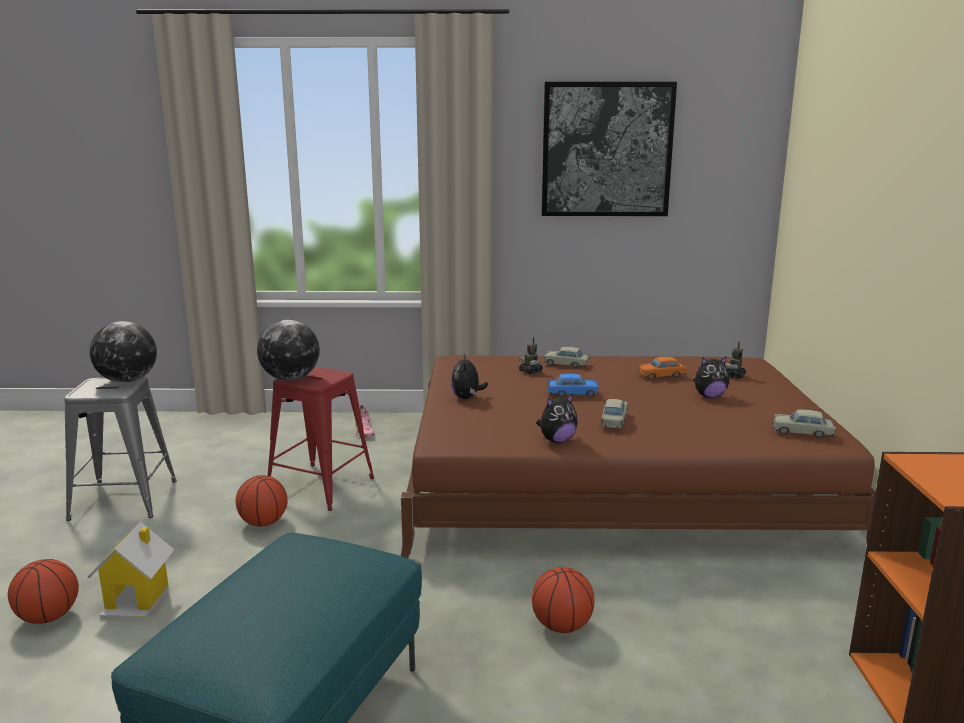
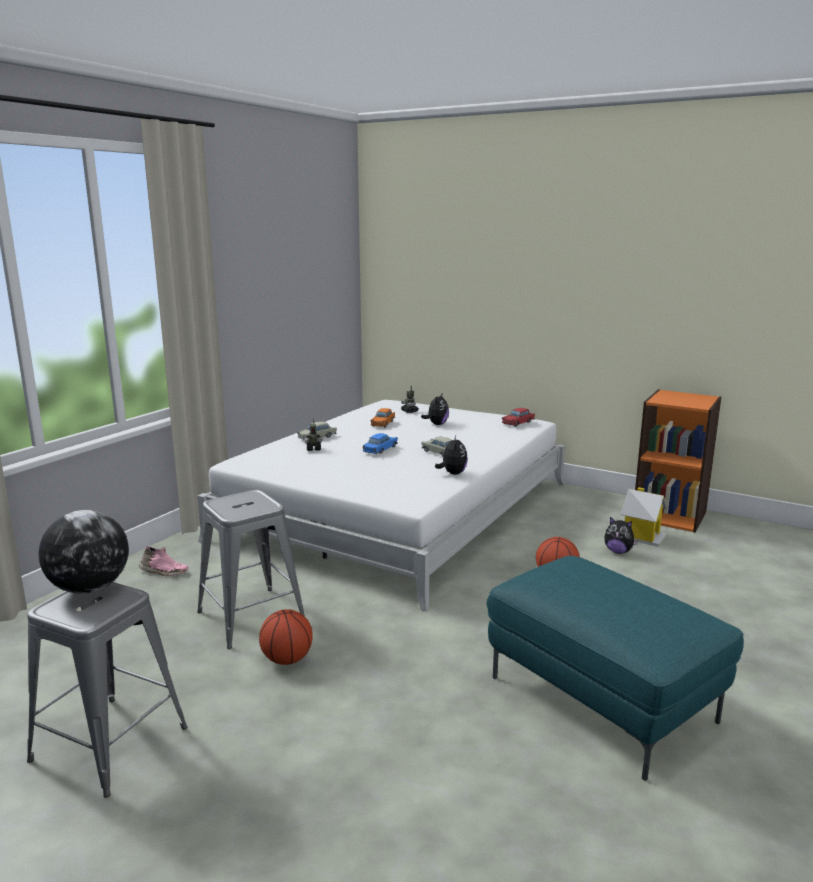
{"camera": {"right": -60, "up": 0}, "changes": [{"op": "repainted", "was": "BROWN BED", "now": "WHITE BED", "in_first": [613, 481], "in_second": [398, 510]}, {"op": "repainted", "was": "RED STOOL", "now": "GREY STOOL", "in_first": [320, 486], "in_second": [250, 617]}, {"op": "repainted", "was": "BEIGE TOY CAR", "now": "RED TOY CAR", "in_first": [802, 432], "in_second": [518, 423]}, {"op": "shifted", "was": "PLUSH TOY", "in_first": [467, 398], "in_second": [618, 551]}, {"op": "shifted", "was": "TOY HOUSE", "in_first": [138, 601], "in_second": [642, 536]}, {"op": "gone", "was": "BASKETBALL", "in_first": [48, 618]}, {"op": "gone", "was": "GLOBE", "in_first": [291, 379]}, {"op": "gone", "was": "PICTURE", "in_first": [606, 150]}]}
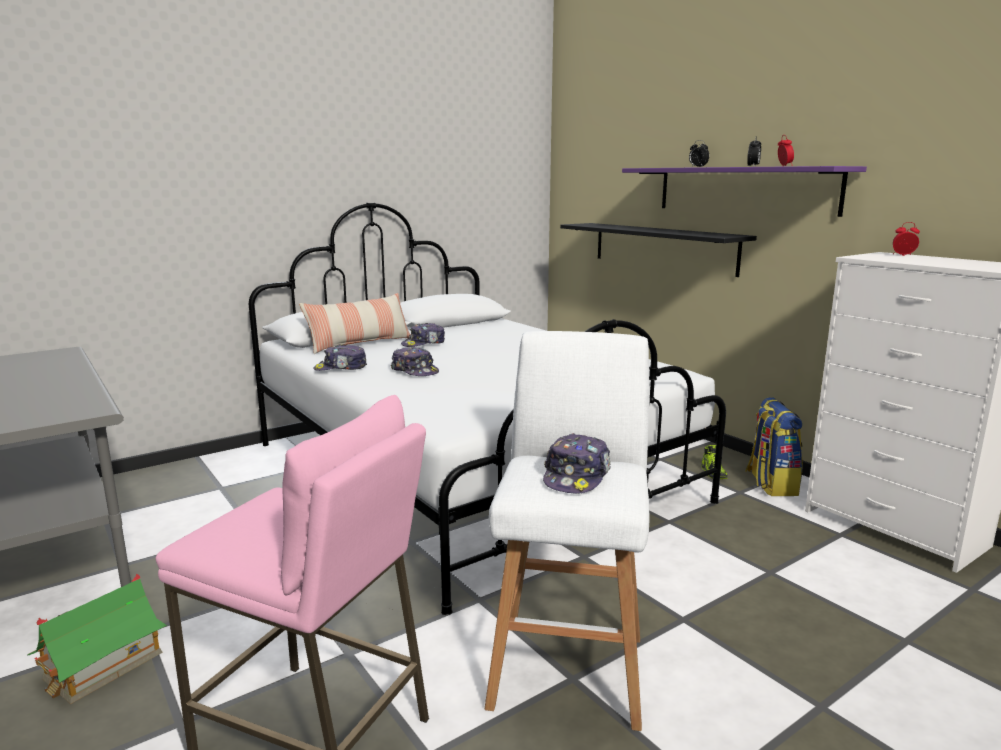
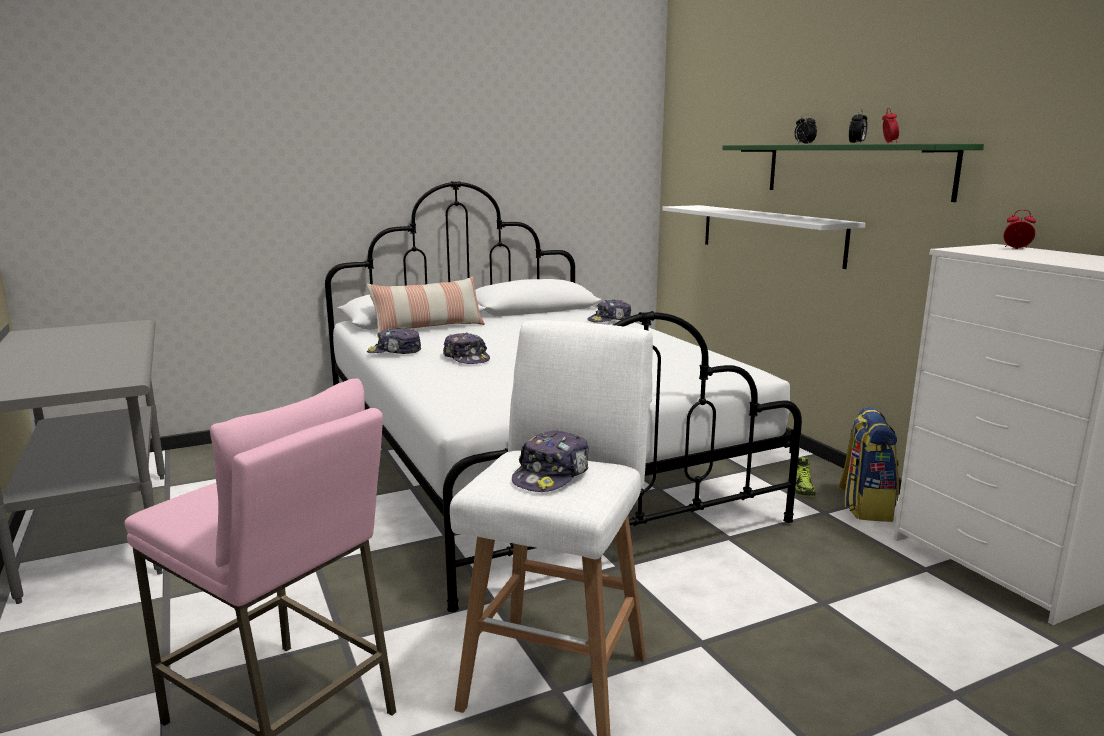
{"camera": {"right": 10, "up": 0}, "changes": [{"op": "shifted", "was": "CAP", "in_first": [424, 344], "in_second": [610, 320]}, {"op": "repainted", "was": "BLACK SHELF", "now": "WHITE SHELF", "in_first": [662, 247], "in_second": [769, 234]}, {"op": "repainted", "was": "PURPLE SHELF", "now": "GREEN SHELF", "in_first": [744, 190], "in_second": [853, 170]}, {"op": "gone", "was": "TOY HOUSE", "in_first": [103, 665]}]}
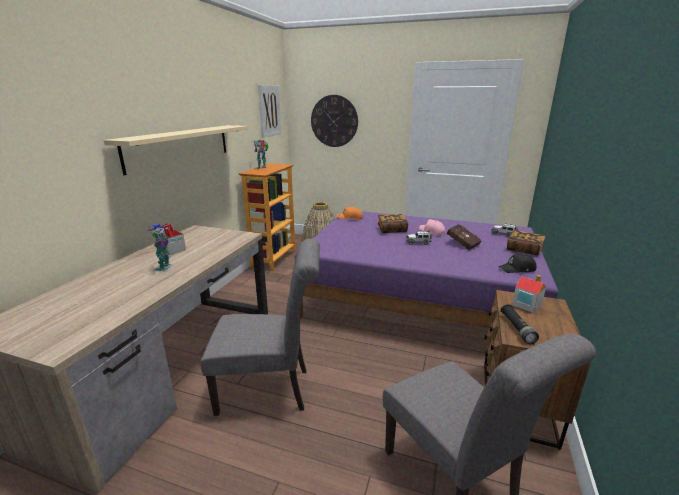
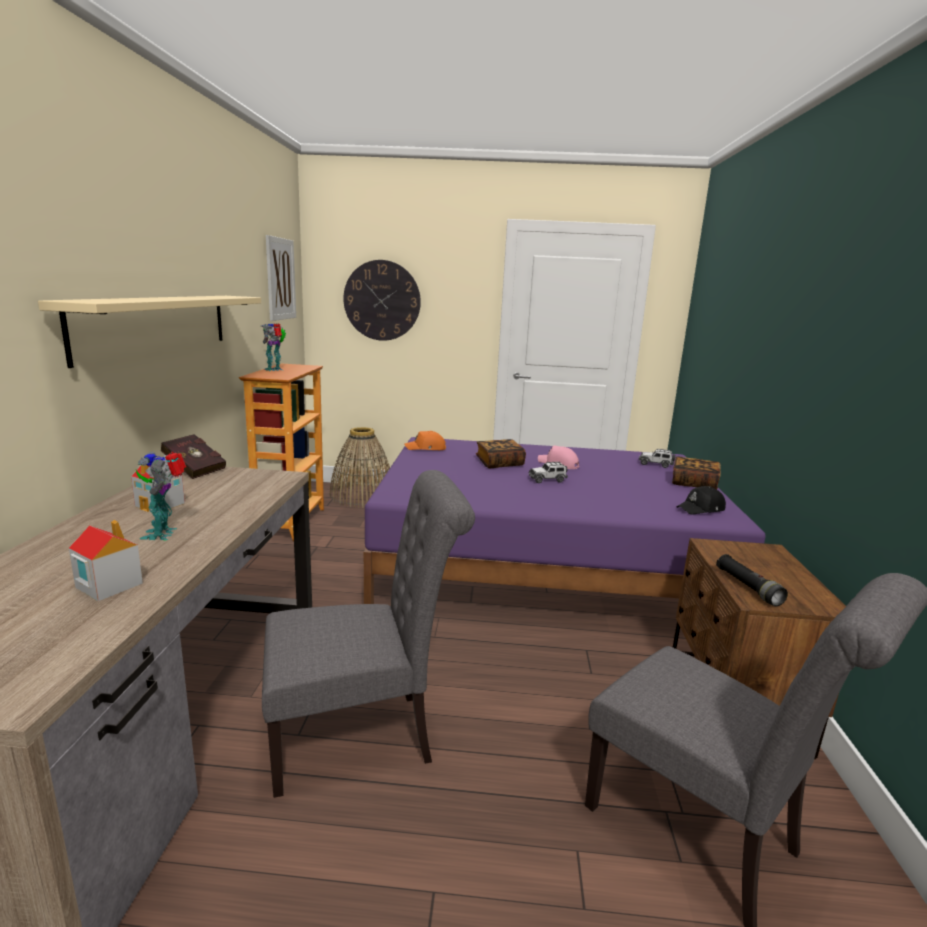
{"camera": {"right": -15, "up": -5}, "changes": [{"op": "shifted", "was": "TOY HOUSE", "in_first": [526, 305], "in_second": [108, 585]}, {"op": "shifted", "was": "RED BOOK", "in_first": [461, 244], "in_second": [194, 469]}]}
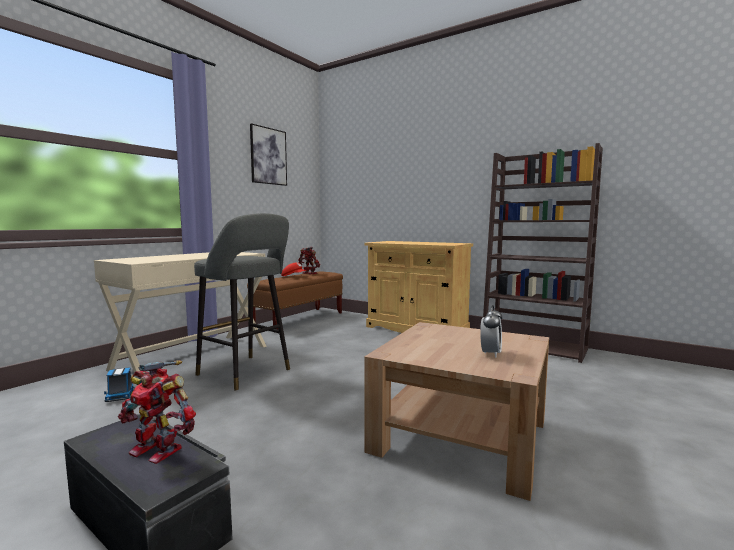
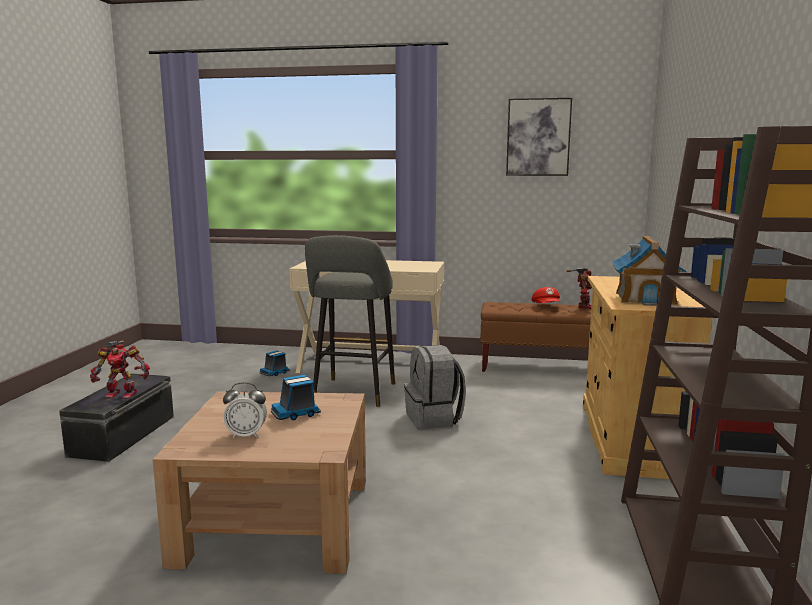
{"camera": {"right": 65, "up": 5}, "changes": [{"op": "rotated", "was": "TOY ROBOT", "in_first": [159, 449], "in_second": [122, 394], "clockwise": -90}, {"op": "new", "now": "TOY TRUCK", "in_second": [296, 413]}, {"op": "new", "now": "GREY BACKPACK", "in_second": [434, 419]}, {"op": "new", "now": "TOY HOUSE", "in_second": [645, 298]}]}
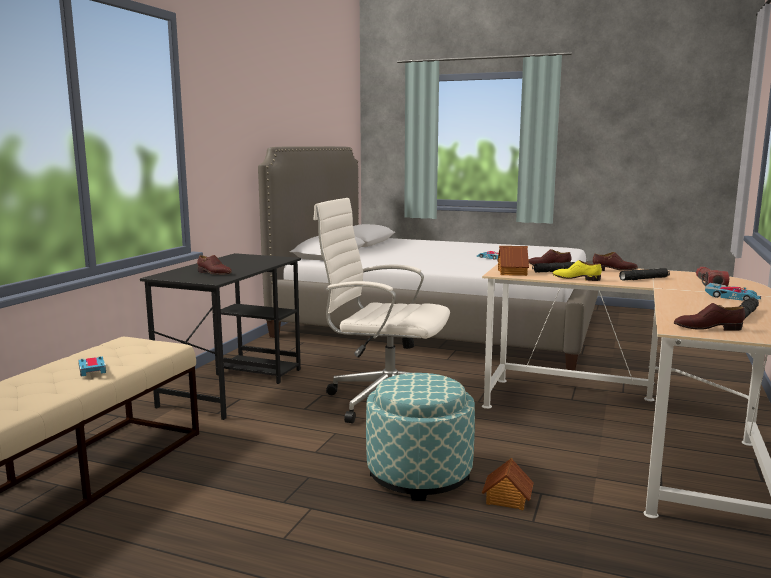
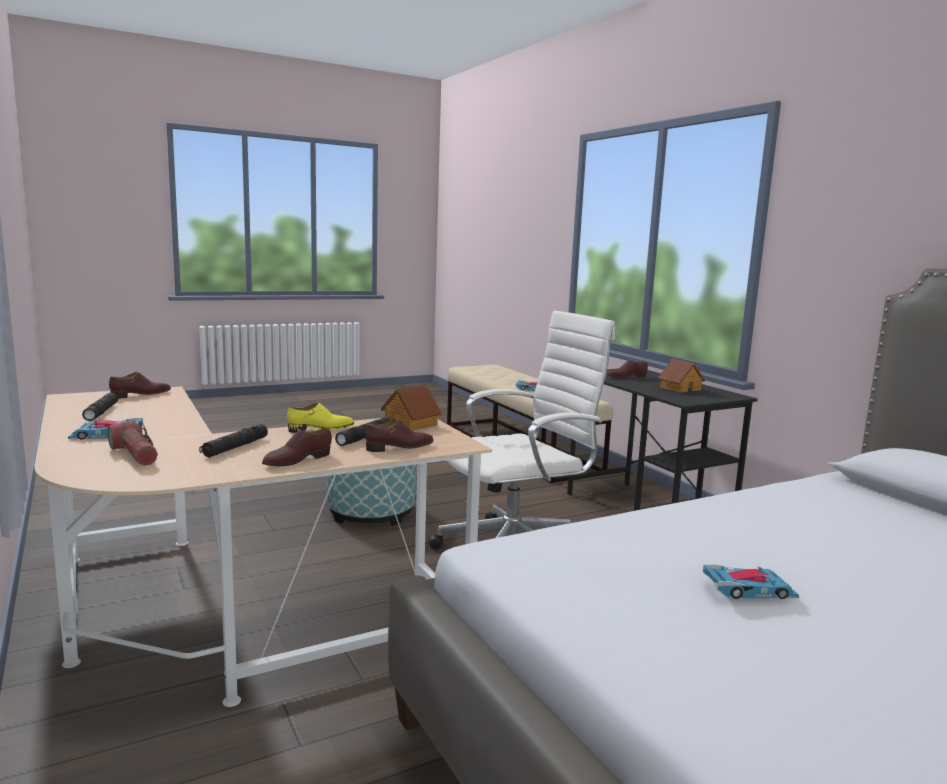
{"camera": {"right": 130, "up": 0}, "changes": [{"op": "shifted", "was": "TOY HOUSE", "in_first": [506, 499], "in_second": [680, 388]}]}
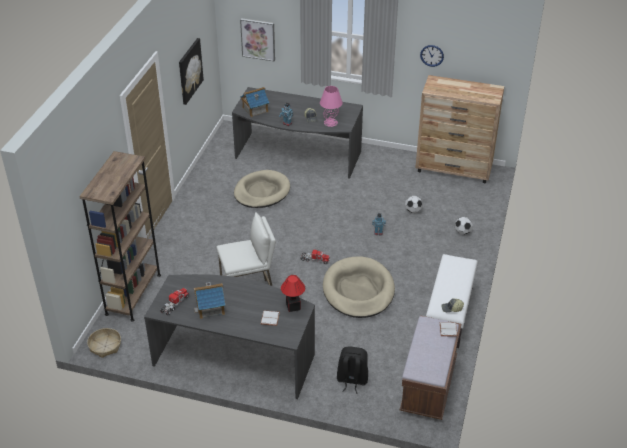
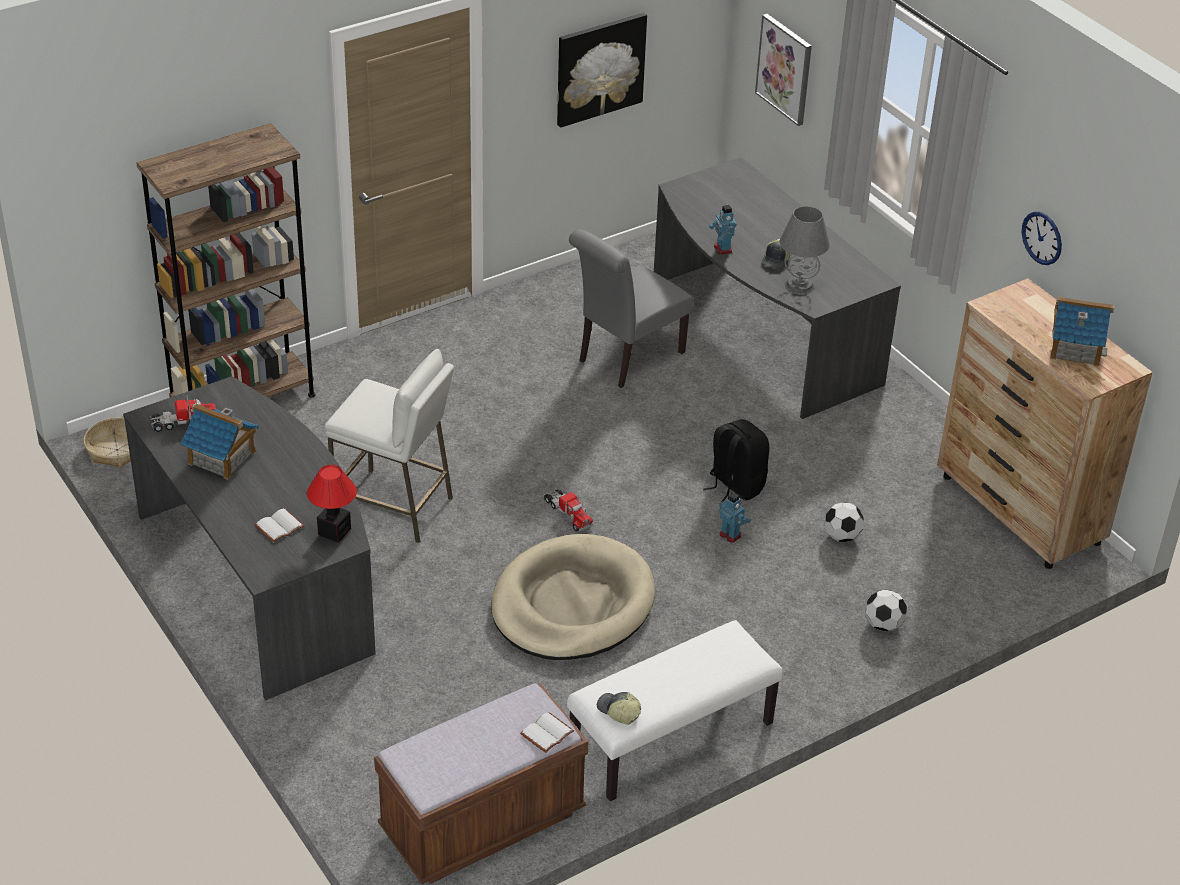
{"camera": {"right": 40, "up": 0}, "changes": [{"op": "swapped", "was": "BEIGE DOG BED", "now": "GREY CHAIR", "in_first": [262, 192], "in_second": [626, 358]}, {"op": "shifted", "was": "BLACK BACKPACK", "in_first": [351, 380], "in_second": [735, 486]}, {"op": "repainted", "was": "PINK TABLE LAMP", "now": "GREY TABLE LAMP", "in_first": [330, 122], "in_second": [800, 285]}, {"op": "shifted", "was": "TOY HOUSE", "in_first": [255, 109], "in_second": [1074, 348]}]}
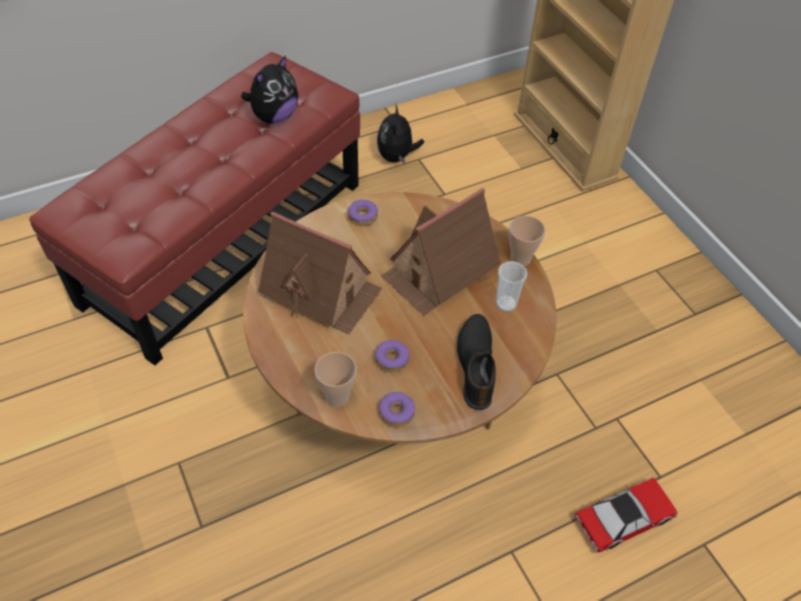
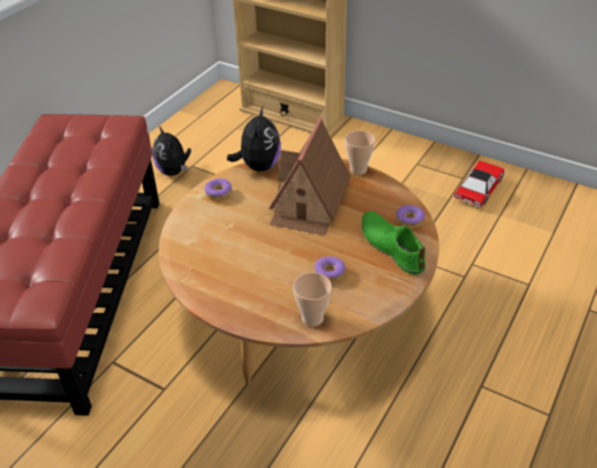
{"camera": {"right": -30, "up": -10}, "changes": [{"op": "shifted", "was": "PLUSH TOY", "in_first": [274, 116], "in_second": [258, 166]}, {"op": "repainted", "was": "BLACK SHOE", "now": "GREEN SHOE", "in_first": [477, 364], "in_second": [392, 247]}, {"op": "shifted", "was": "DONUT", "in_first": [396, 412], "in_second": [409, 221]}, {"op": "shifted", "was": "TOY CAR", "in_first": [624, 518], "in_second": [478, 189]}, {"op": "gone", "was": "TOY HOUSE", "in_first": [321, 291]}, {"op": "gone", "was": "CUP", "in_first": [506, 303]}]}
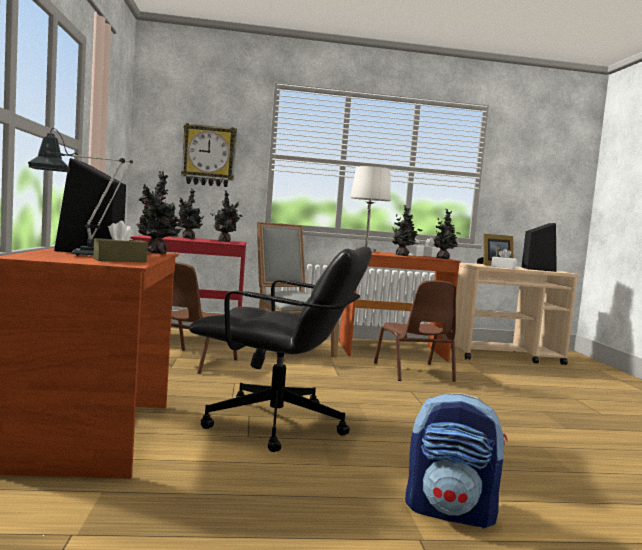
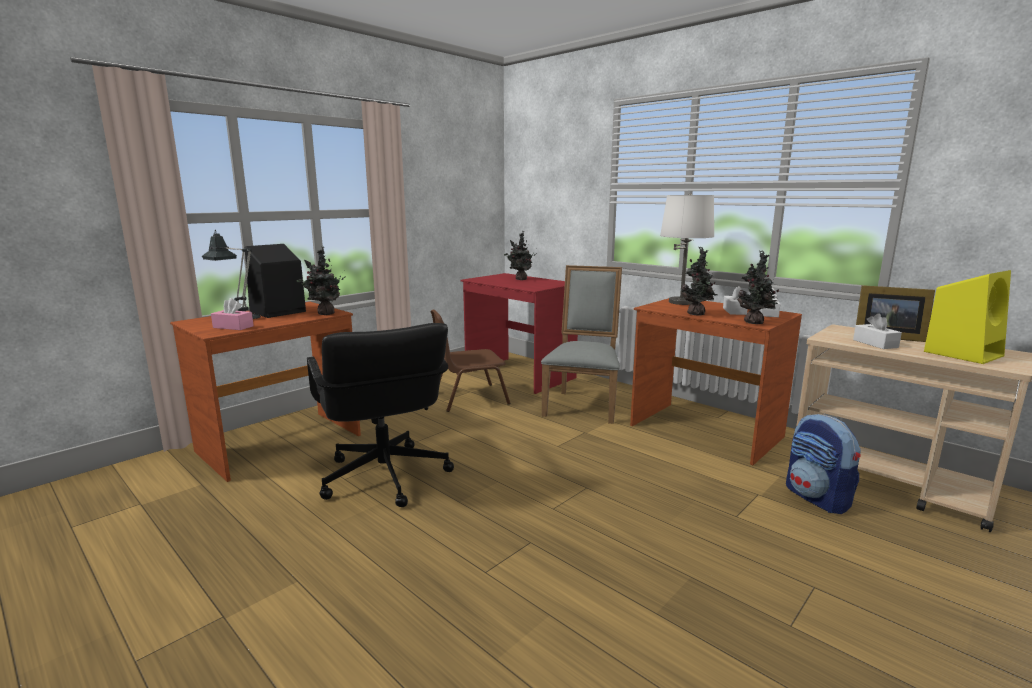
{"camera": {"right": 50, "up": 10}, "changes": [{"op": "repainted", "was": "BROWN TISSUE BOX", "now": "PINK TISSUE BOX", "in_first": [120, 260], "in_second": [233, 327]}, {"op": "shifted", "was": "BACKPACK", "in_first": [451, 512], "in_second": [817, 498]}, {"op": "repainted", "was": "BLACK SPEAKER", "now": "YELLOW SPEAKER", "in_first": [537, 269], "in_second": [963, 353]}, {"op": "gone", "was": "WALL CLOCK", "in_first": [209, 156]}, {"op": "gone", "was": "POTTED PLANT", "in_first": [224, 241]}, {"op": "gone", "was": "BROWN CHAIR", "in_first": [414, 372]}]}
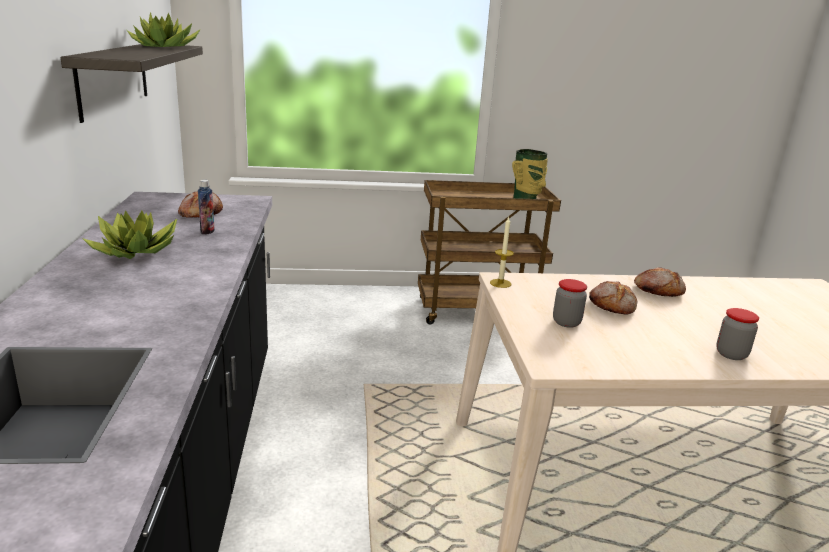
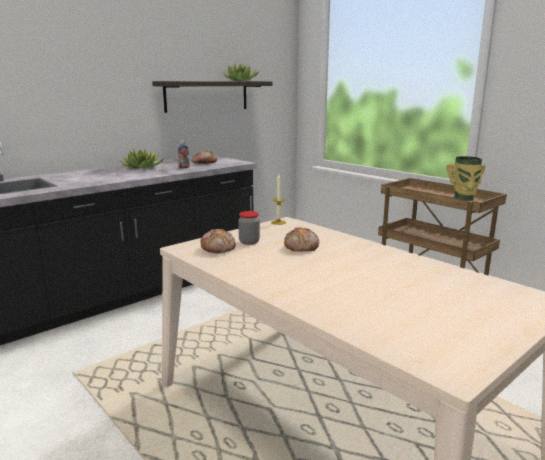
{"camera": {"right": 55, "up": -5}, "changes": [{"op": "shifted", "was": "BREAD", "in_first": [657, 290], "in_second": [218, 248]}, {"op": "gone", "was": "JAR", "in_first": [731, 354]}]}
